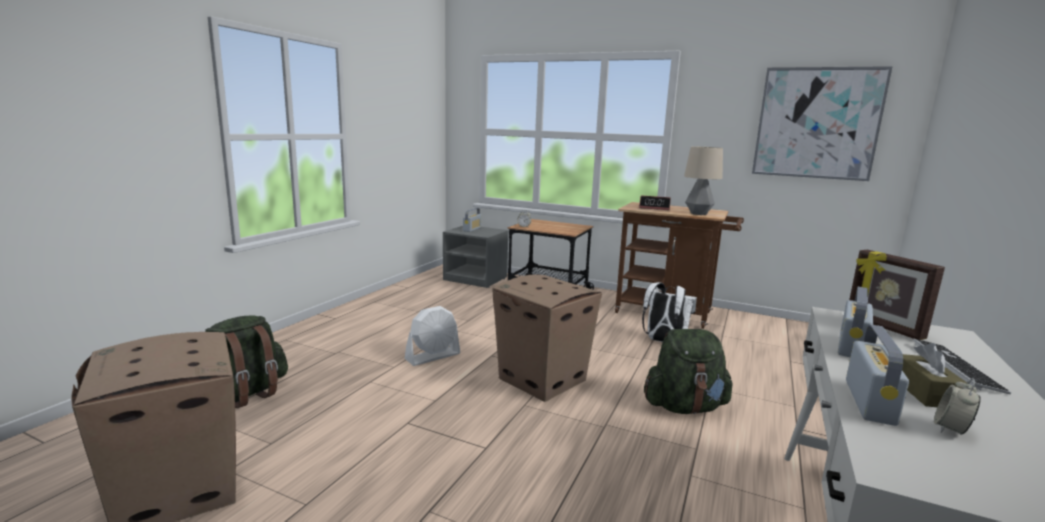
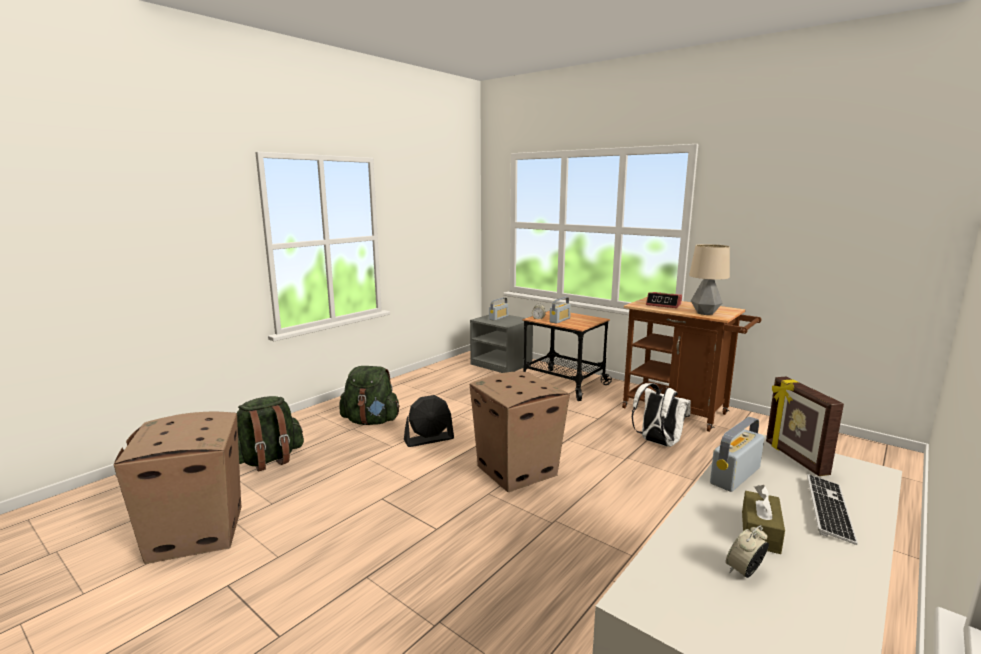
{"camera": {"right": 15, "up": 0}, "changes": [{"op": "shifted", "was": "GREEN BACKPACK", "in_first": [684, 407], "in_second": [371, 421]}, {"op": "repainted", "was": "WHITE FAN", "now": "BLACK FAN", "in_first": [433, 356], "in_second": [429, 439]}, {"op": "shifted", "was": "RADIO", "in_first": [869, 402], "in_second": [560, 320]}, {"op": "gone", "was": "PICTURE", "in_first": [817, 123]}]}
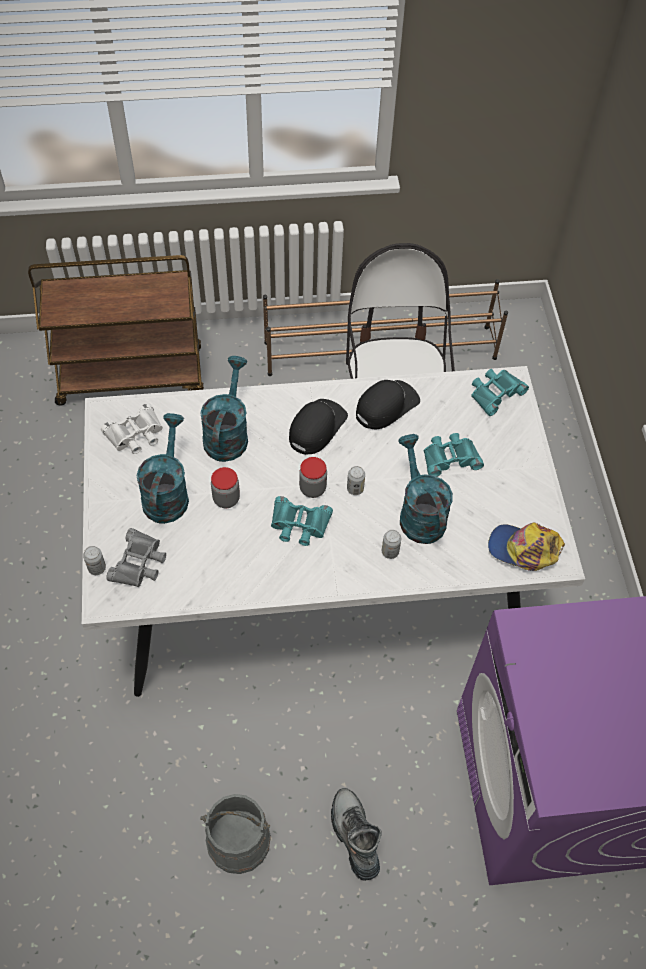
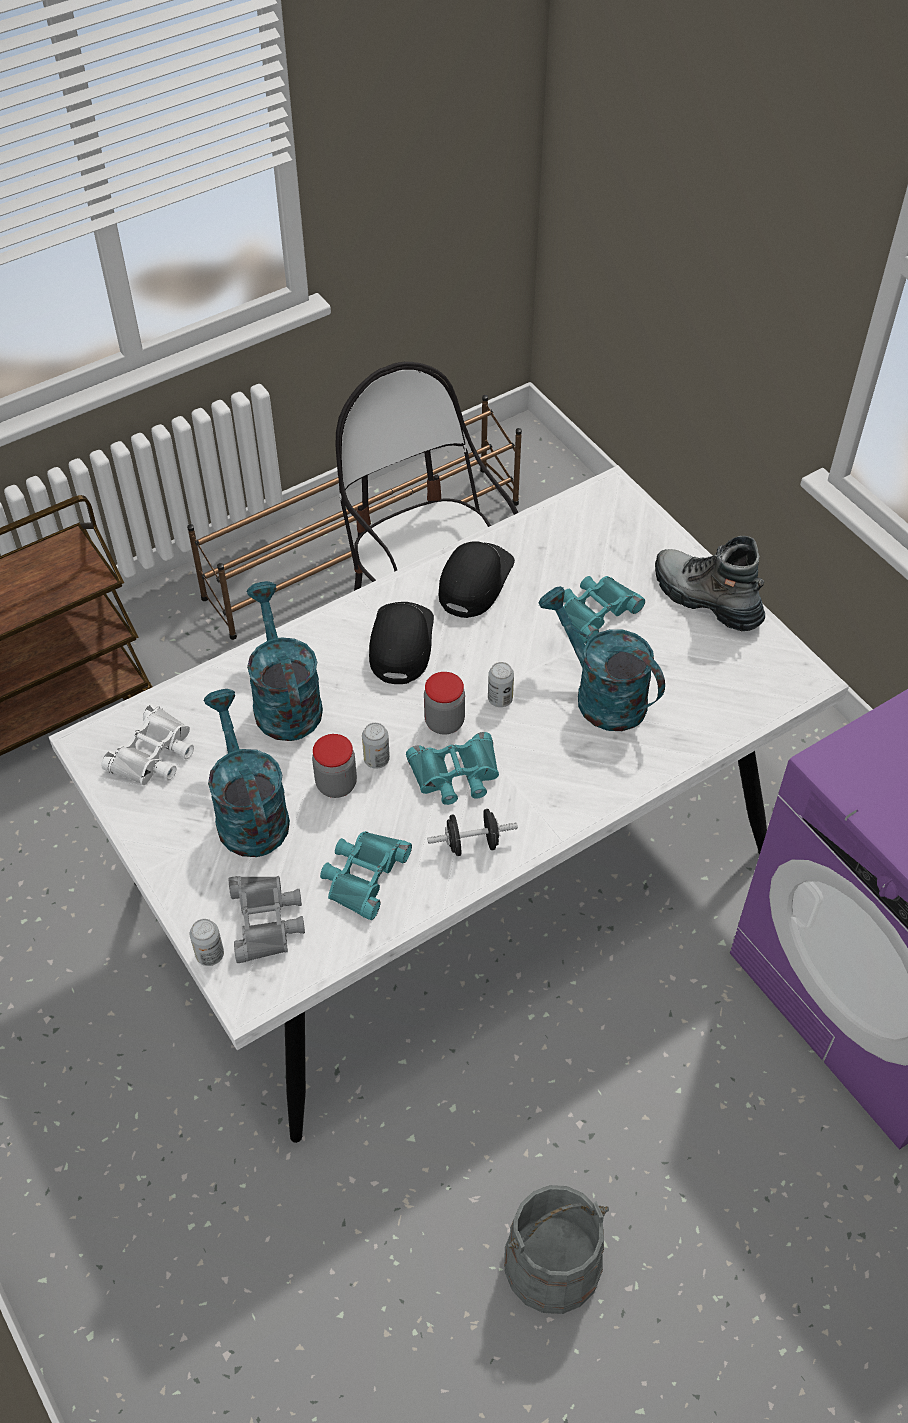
{"camera": {"right": -25, "up": -5}, "changes": [{"op": "shifted", "was": "TURQUOISE BINOCULARS", "in_first": [495, 393], "in_second": [363, 875]}, {"op": "shifted", "was": "CAN", "in_first": [390, 552], "in_second": [376, 759]}, {"op": "new", "now": "BLACK DUMBBELL", "in_second": [472, 843]}, {"op": "shifted", "was": "BOOT", "in_first": [354, 835], "in_second": [706, 599]}, {"op": "gone", "was": "CAP", "in_first": [523, 549]}]}
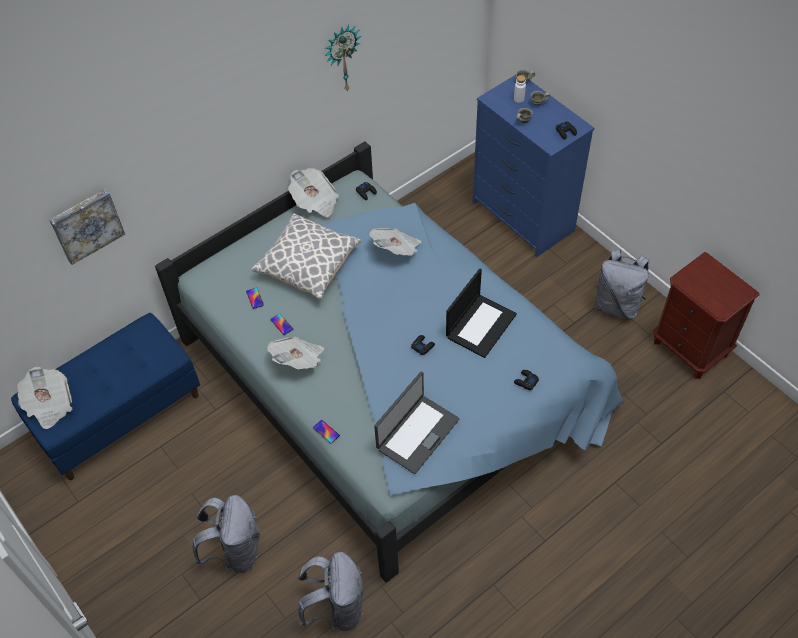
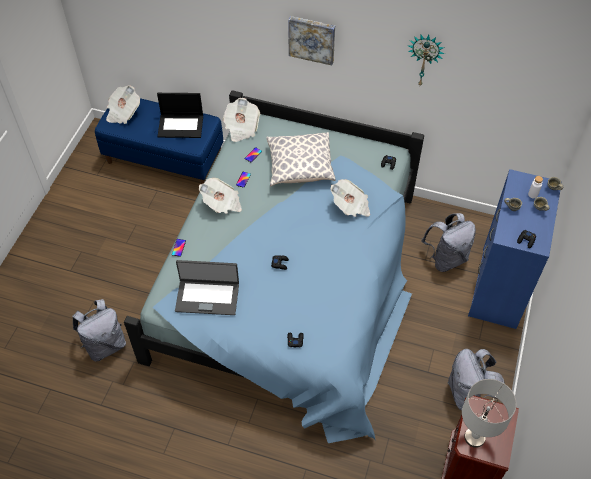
{"camera": {"right": 55, "up": 0}, "changes": [{"op": "shifted", "was": "LAPTOP", "in_first": [480, 325], "in_second": [181, 125]}, {"op": "shifted", "was": "NEWSPAPER", "in_first": [315, 202], "in_second": [241, 128]}, {"op": "shifted", "was": "PICTURE", "in_first": [86, 225], "in_second": [312, 39]}, {"op": "shifted", "was": "GREY BACKPACK", "in_first": [235, 551], "in_second": [446, 258]}, {"op": "new", "now": "GREY TABLE LAMP", "in_second": [474, 437]}]}
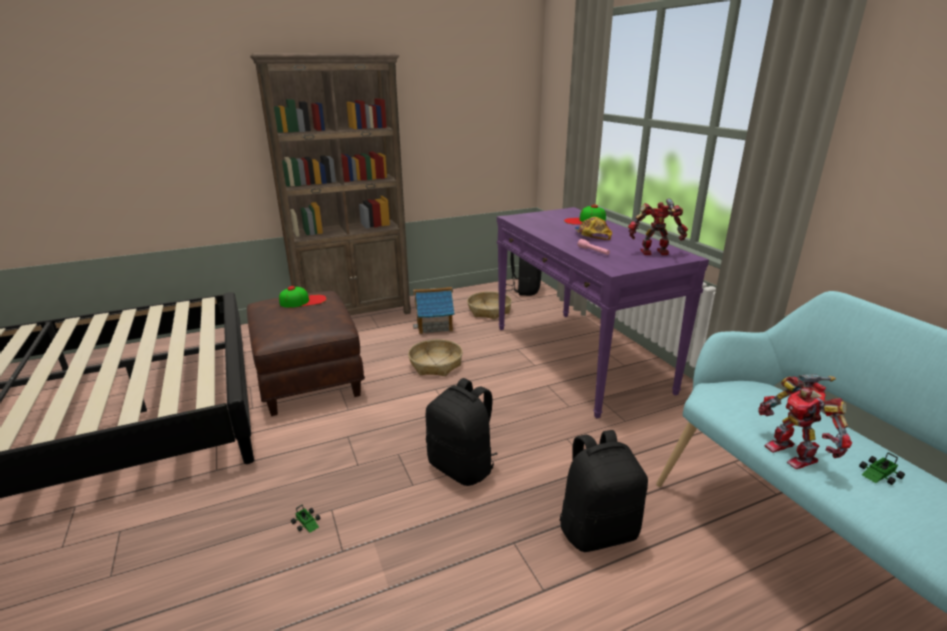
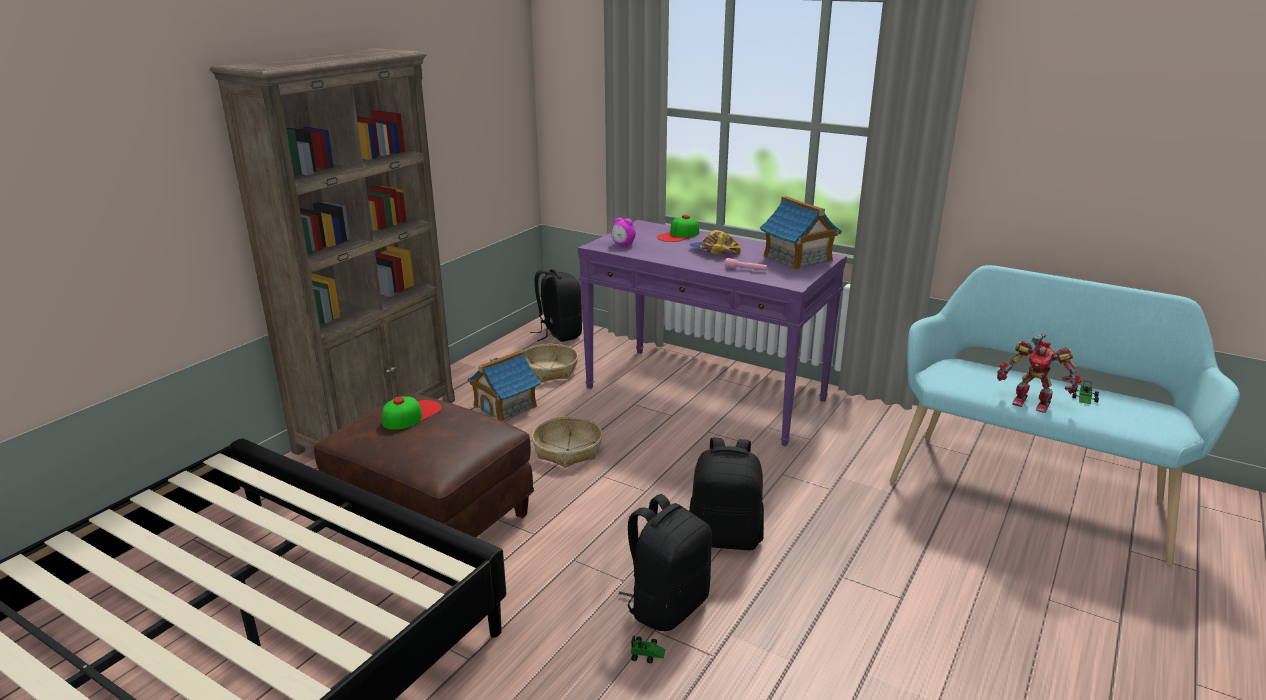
{"camera": {"right": -35, "up": 0}, "changes": [{"op": "new", "now": "ALARM CLOCK", "in_second": [623, 245]}, {"op": "shifted", "was": "BLACK BACKPACK", "in_first": [598, 530], "in_second": [667, 605]}, {"op": "swapped", "was": "TOY ROBOT", "now": "TOY HOUSE", "in_first": [655, 253], "in_second": [797, 259]}]}
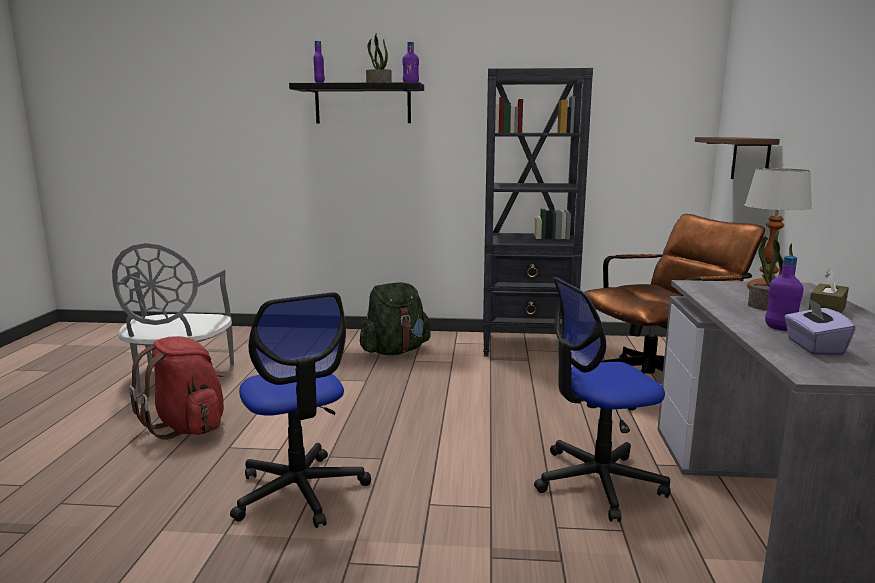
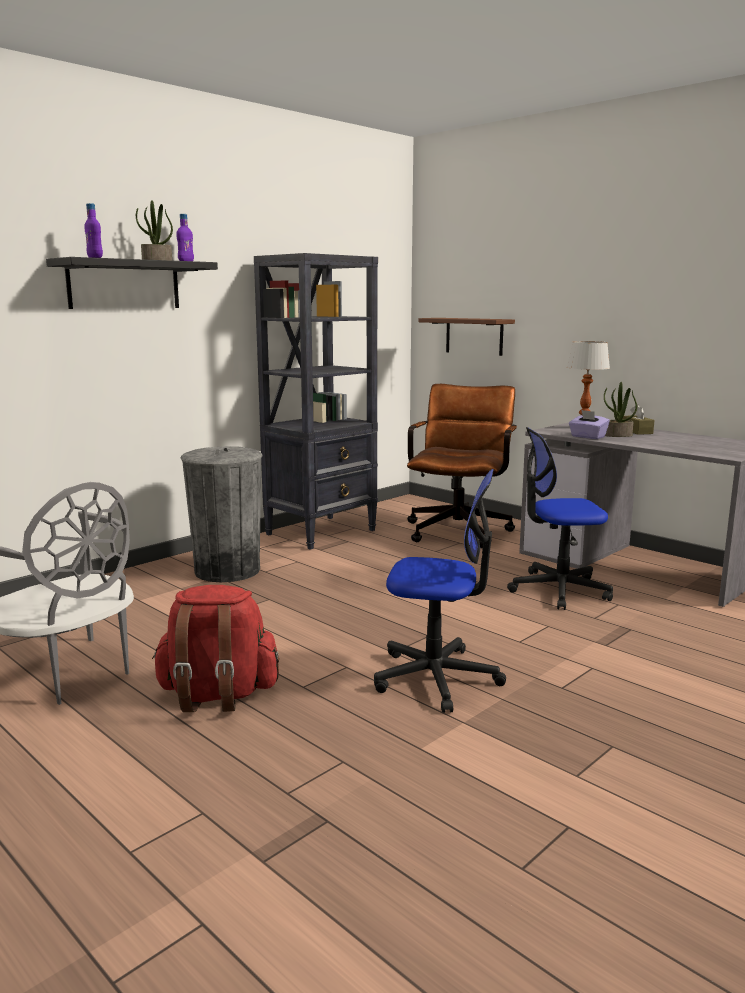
{"camera": {"right": -50, "up": 0}, "changes": [{"op": "swapped", "was": "GREEN BACKPACK", "now": "GREY TRASH CAN", "in_first": [395, 351], "in_second": [227, 570]}, {"op": "rotated", "was": "OFFICE CHAIR", "in_first": [597, 482], "in_second": [558, 590], "clockwise": 60}, {"op": "shifted", "was": "PURPLE TISSUE BOX", "in_first": [813, 347], "in_second": [587, 437]}, {"op": "gone", "was": "PURPLE BOTTLE", "in_first": [780, 328]}]}
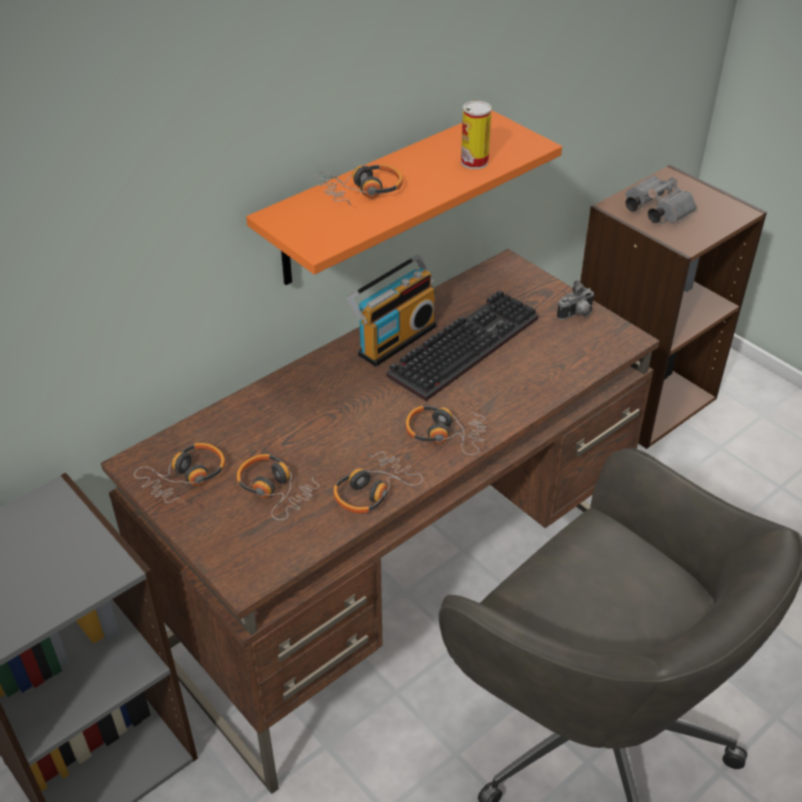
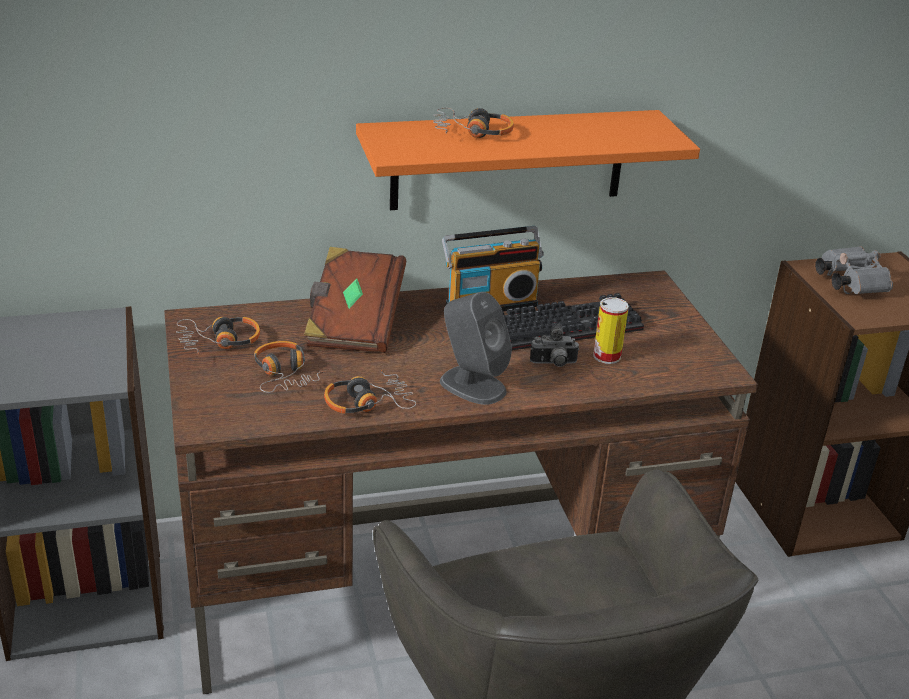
{"camera": {"right": 25, "up": -10}, "changes": [{"op": "new", "now": "BROWN BOOK", "in_second": [353, 322]}, {"op": "swapped", "was": "HEADPHONES", "now": "GREY SPEAKER", "in_first": [445, 434], "in_second": [472, 385]}, {"op": "shifted", "was": "PHOTO CAMERA", "in_first": [576, 315], "in_second": [554, 364]}, {"op": "shifted", "was": "CAN", "in_first": [474, 162], "in_second": [607, 356]}]}
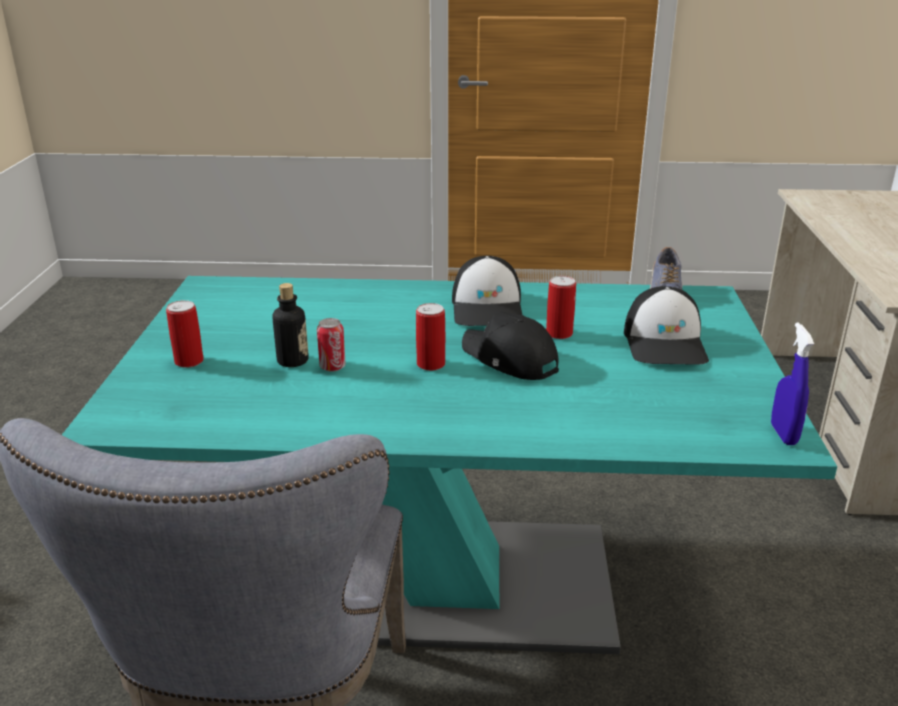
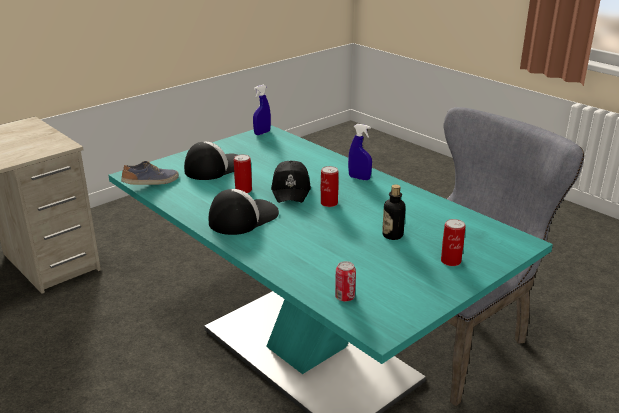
{"camera": {"right": -135, "up": 0}, "changes": [{"op": "shifted", "was": "CAN", "in_first": [332, 367], "in_second": [345, 297]}, {"op": "new", "now": "BLUE SPRAY BOTTLE", "in_second": [359, 178]}]}
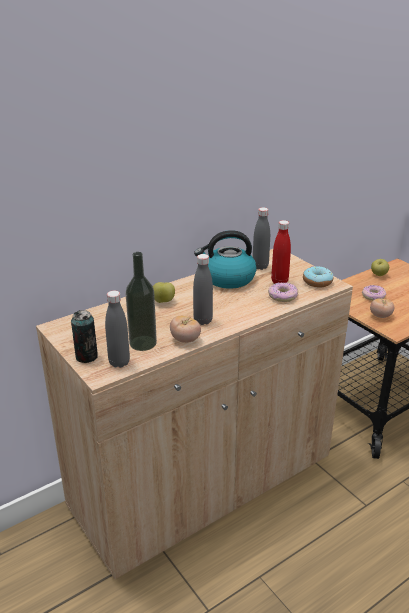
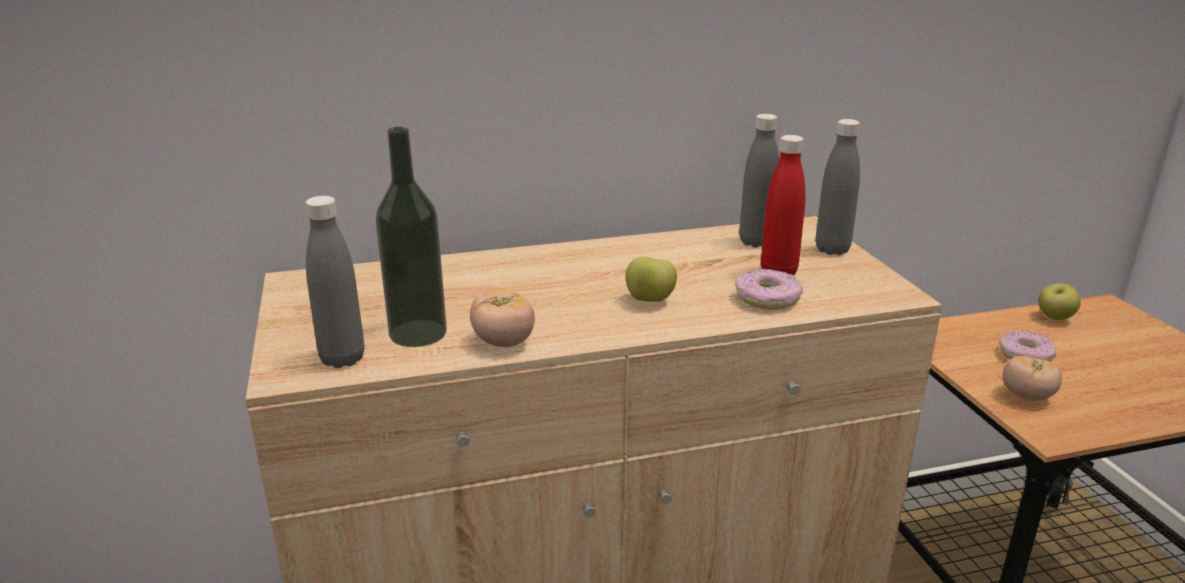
{"camera": {"right": 20, "up": -5}, "changes": [{"op": "shifted", "was": "APPLE", "in_first": [163, 301], "in_second": [650, 300]}, {"op": "shifted", "was": "GREY BOTTLE", "in_first": [203, 320], "in_second": [832, 250]}, {"op": "gone", "was": "CAN", "in_first": [86, 357]}, {"op": "gone", "was": "KETTLE", "in_first": [227, 278]}, {"op": "gone", "was": "DONUT", "in_first": [317, 282]}]}
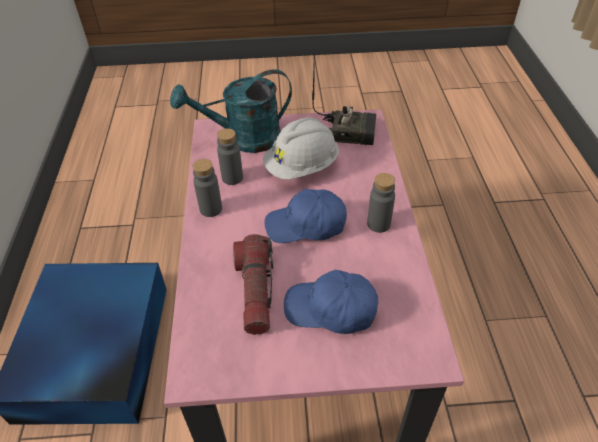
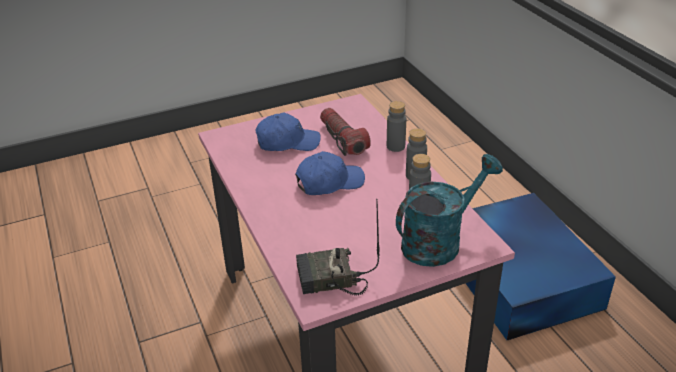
{"camera": {"right": 160, "up": -10}, "changes": [{"op": "shifted", "was": "GREY BOTTLE", "in_first": [378, 224], "in_second": [395, 146]}, {"op": "gone", "was": "WHITE HARD HAT", "in_first": [302, 167]}]}
